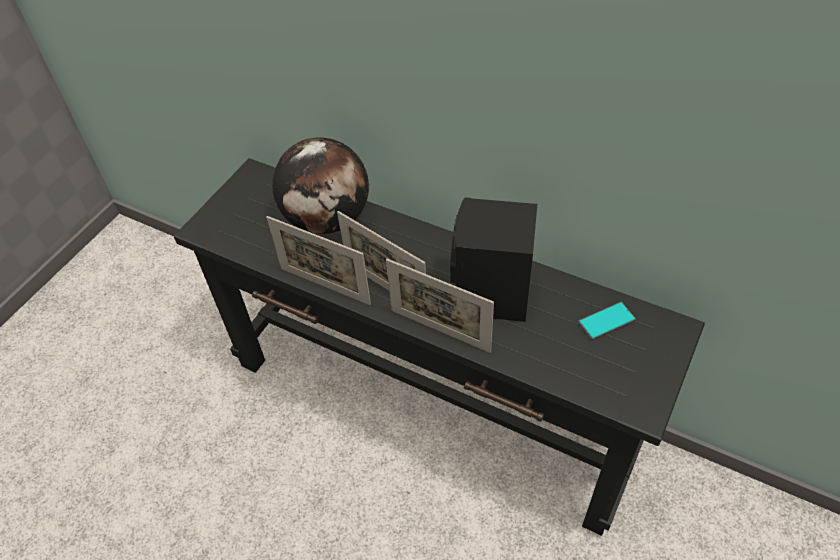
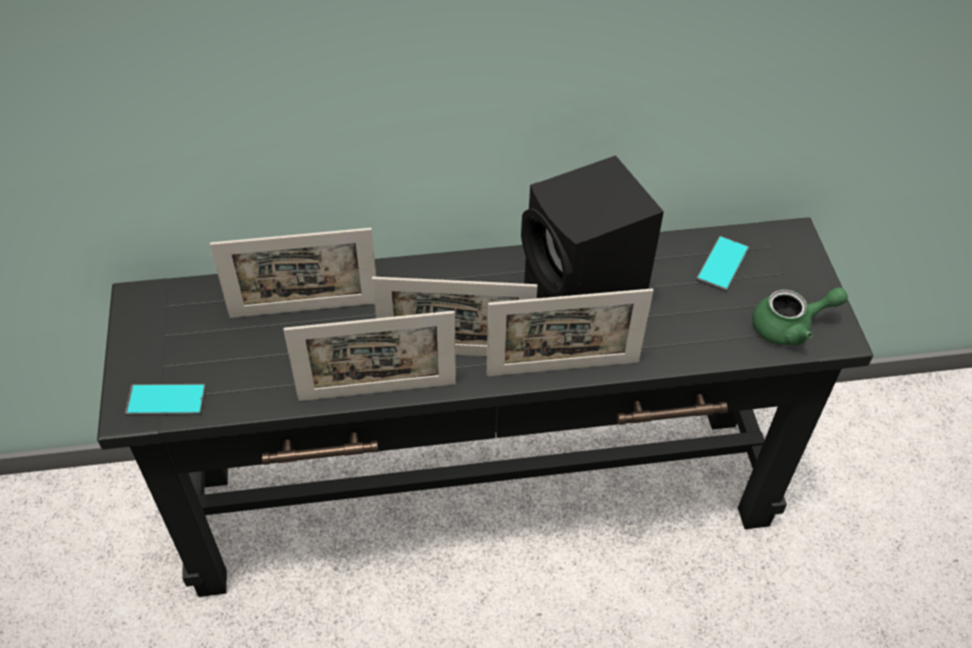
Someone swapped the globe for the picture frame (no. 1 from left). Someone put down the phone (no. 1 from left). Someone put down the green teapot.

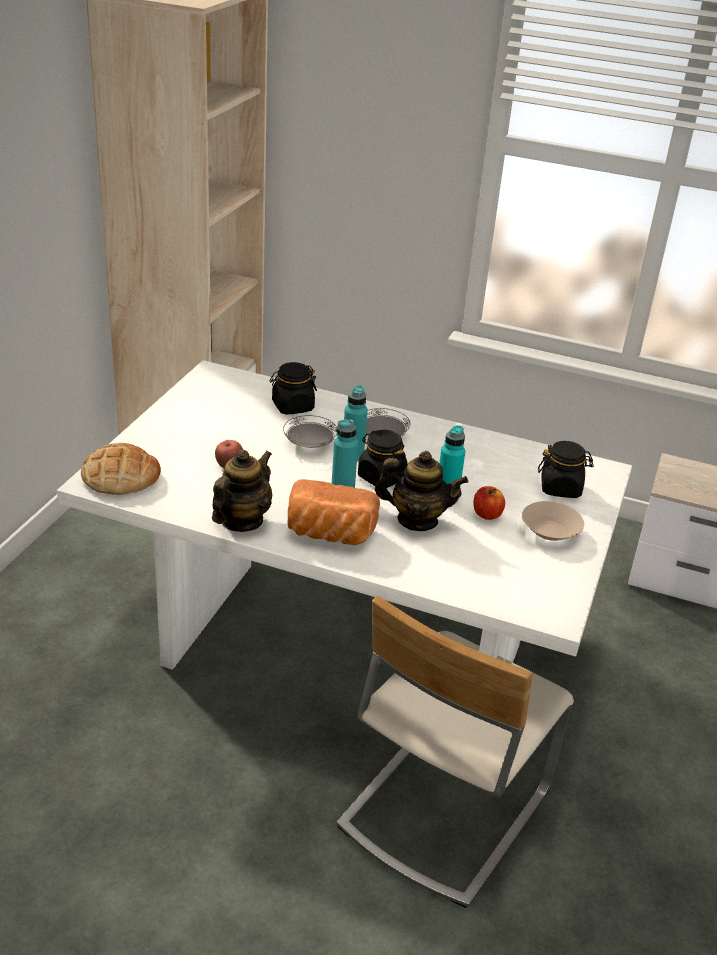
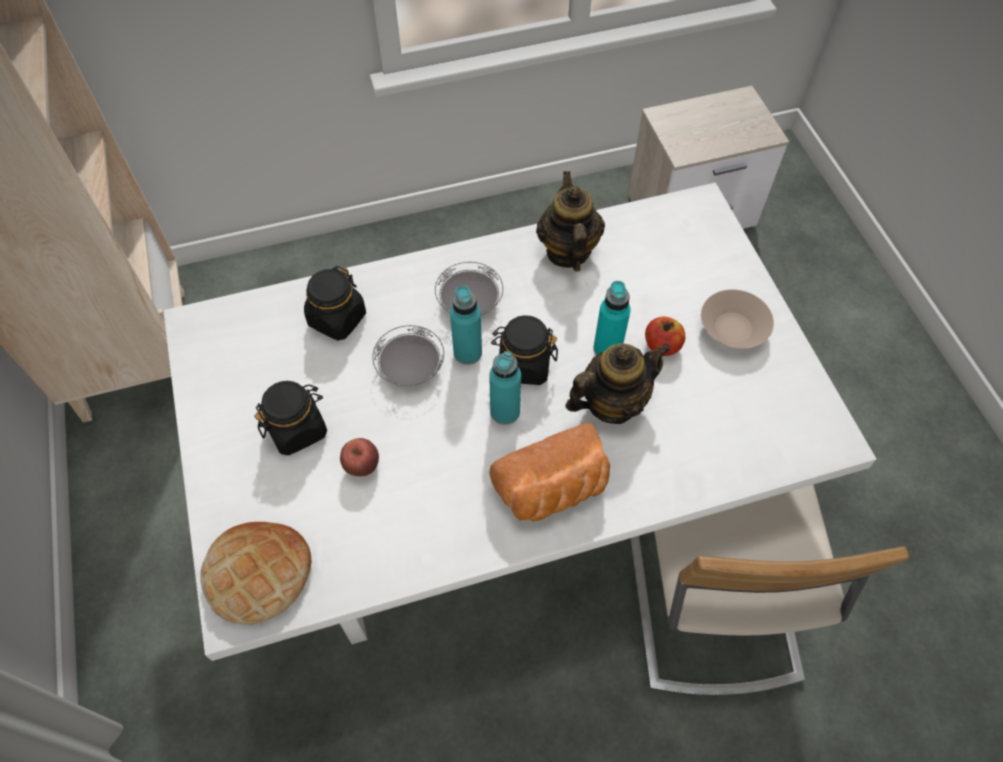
Someone carried the teapot (no. 1 from left). Someone carried the black jar (no. 3 from left in the first image).

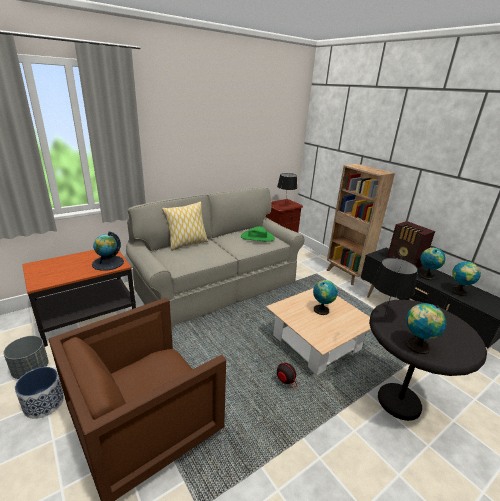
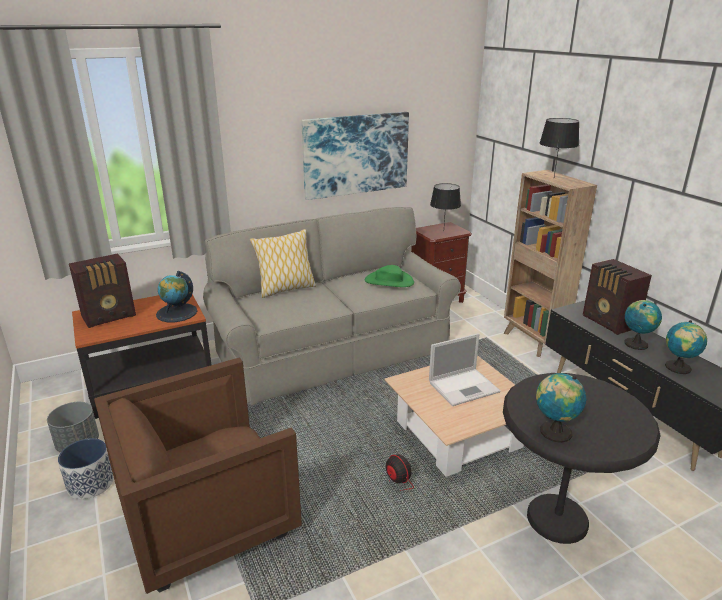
Someone swapped the globe (no. 2 from left) for the laptop. Someone carried the black table lamp (no. 2 from left). Someone put down the radio (no. 1 from left). Someone put up the picture.

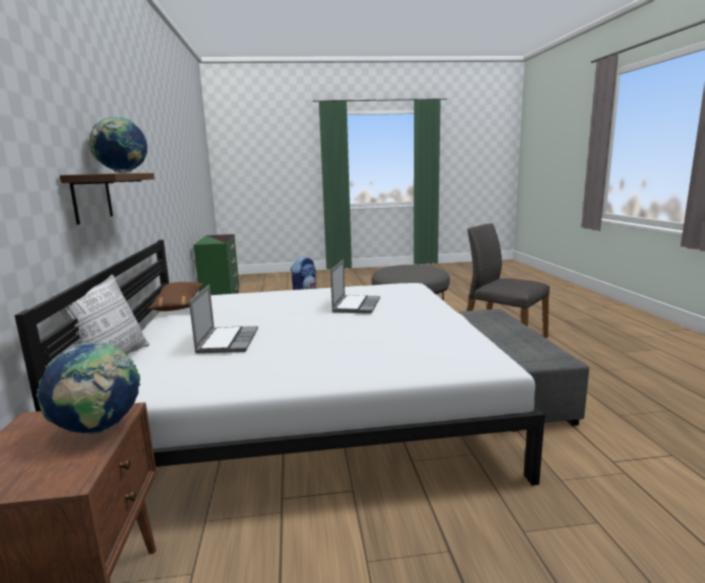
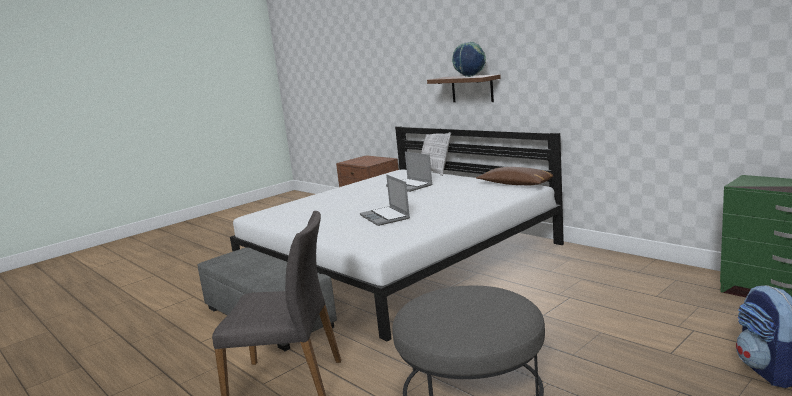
Someone took away the globe (no. 1 from left).

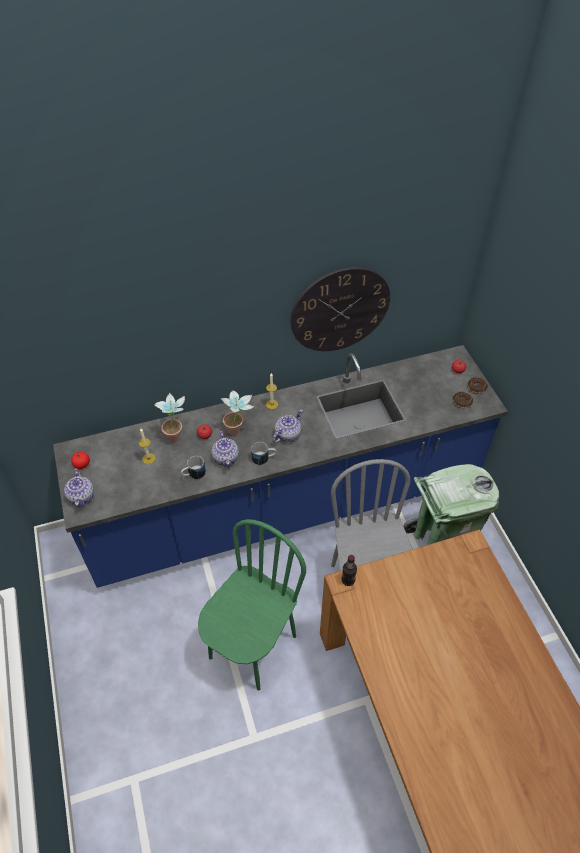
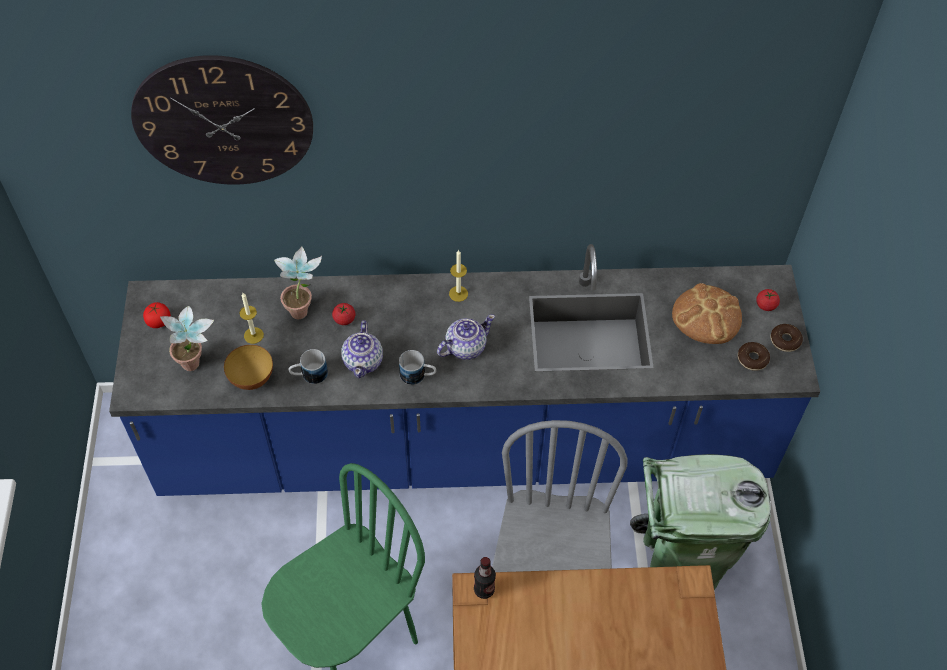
Someone took away the teapot (no. 1 from left). Someone carried the potted plant (no. 2 from left in the first image). Someone carried the wall clock. Someone put down the bowl. Someone put down the bread.

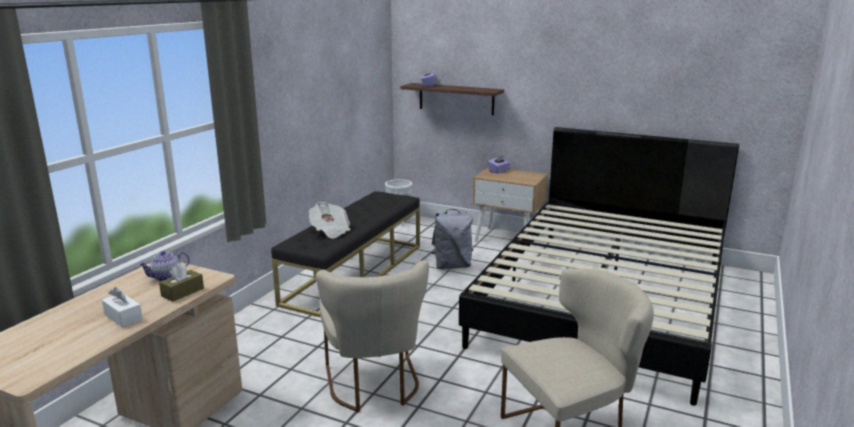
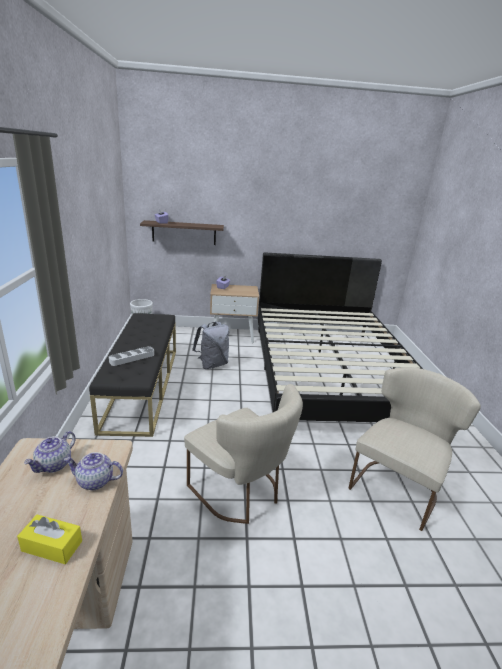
Someone repainted the white tissue box, which became the yellow tissue box. Someone swapped the brown tissue box for the teapot (no. 2 from left). Someone swapped the newspaper for the grey tray.

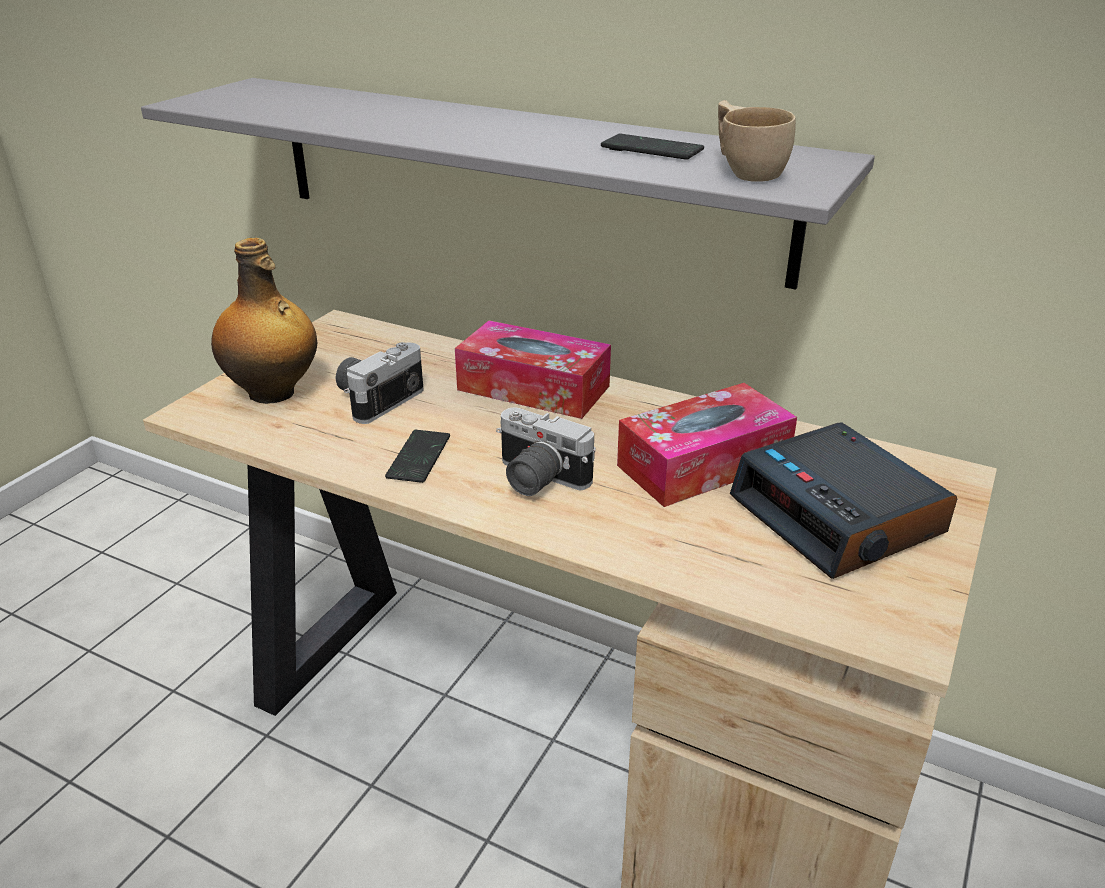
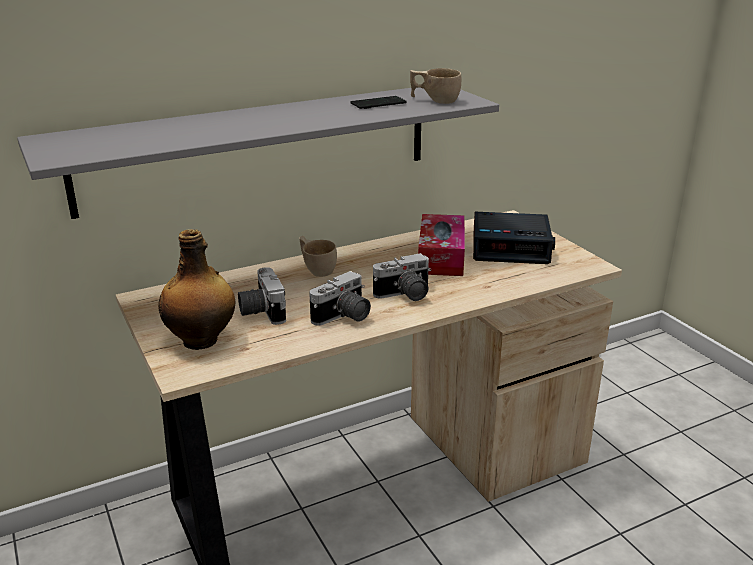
Someone swapped the phone (no. 1 from left) for the photo camera (no. 2 from left). Someone swapped the tissue box (no. 1 from left) for the beige cup (no. 1 from left).

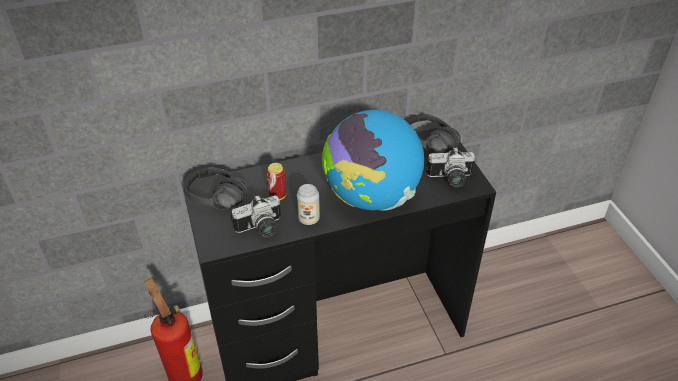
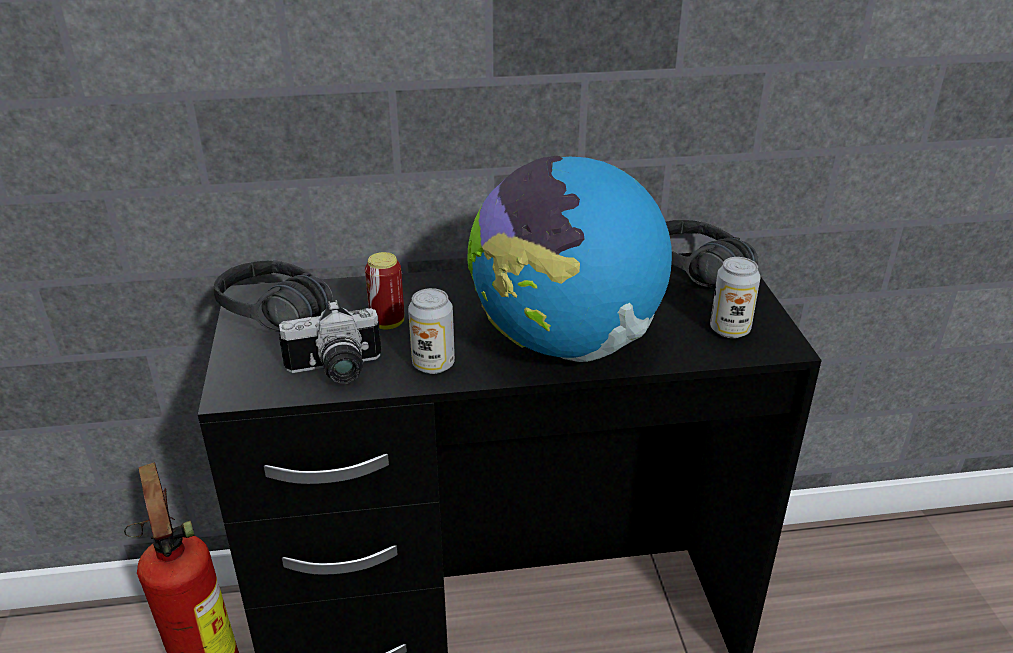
Someone swapped the photo camera (no. 2 from left) for the can (no. 3 from left).

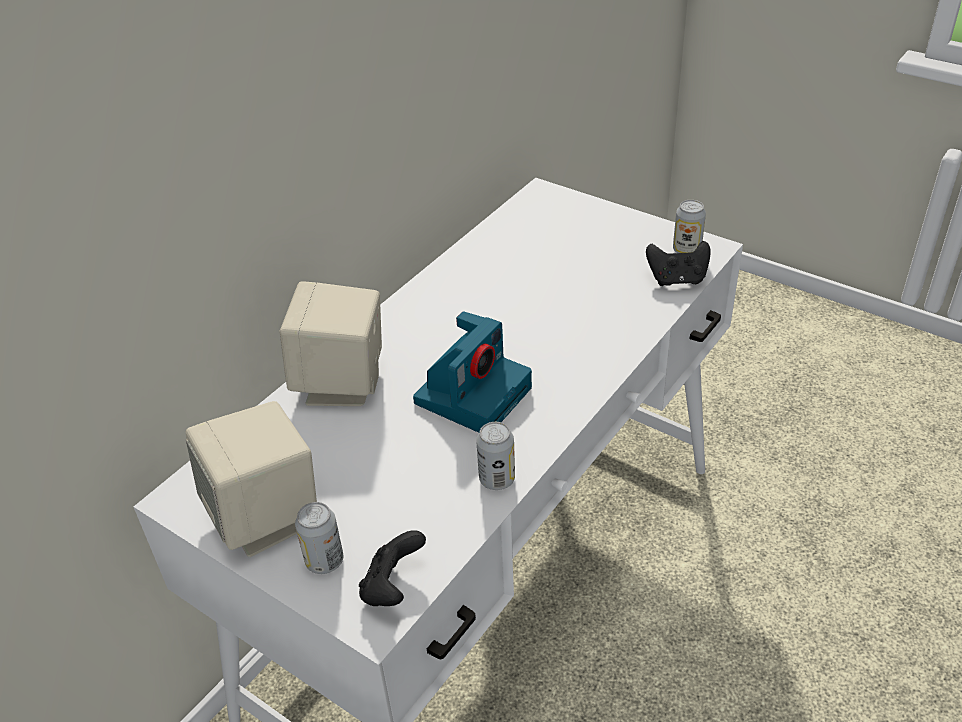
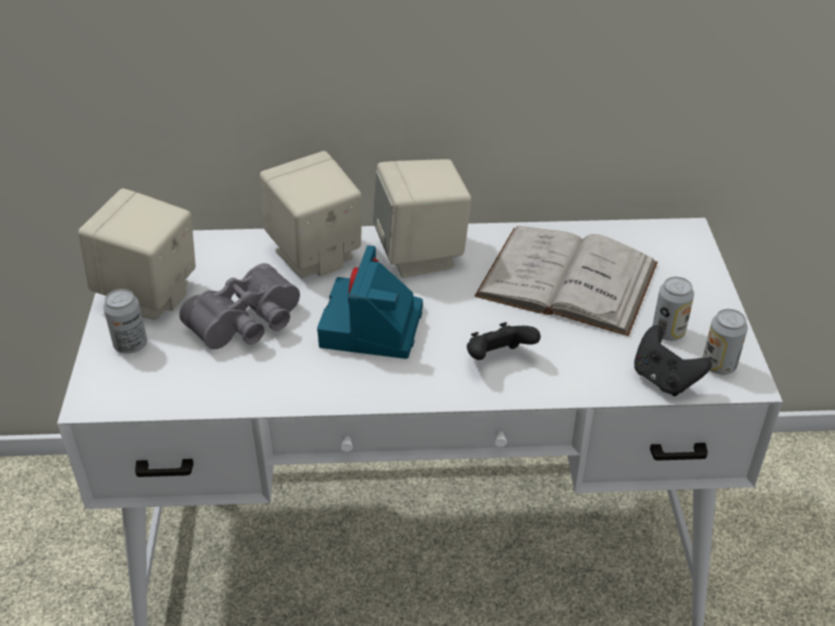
Someone carried the black game controller (no. 1 from left). Someone rotated the photo camera by 105 degrees clockwise. Someone carried the can (no. 2 from left). Someone put down the grey binoculars. Someone put down the beige speaker (no. 3 from left). Someone put down the white book.

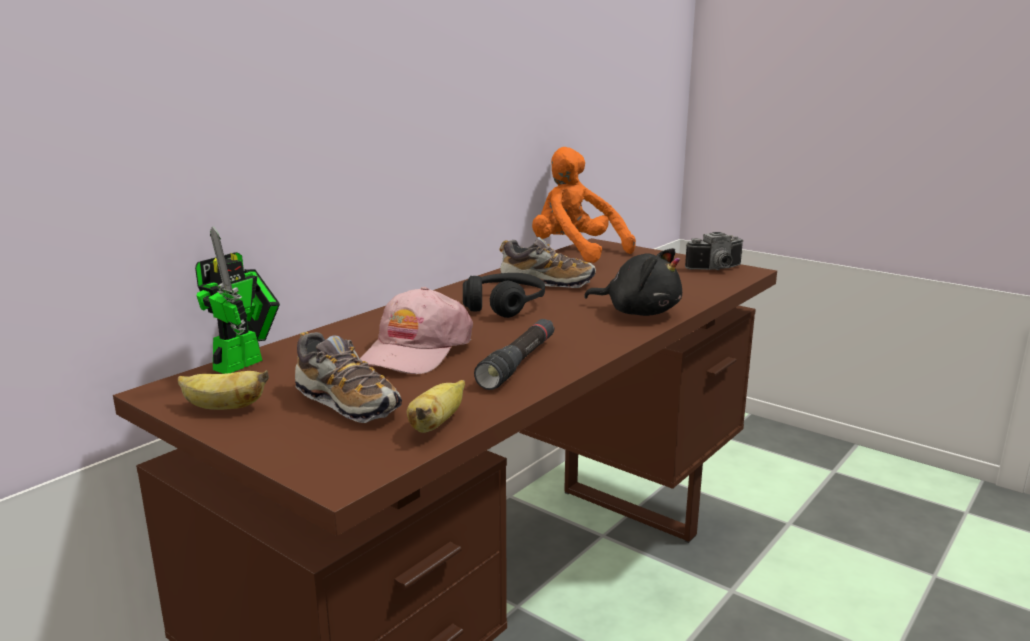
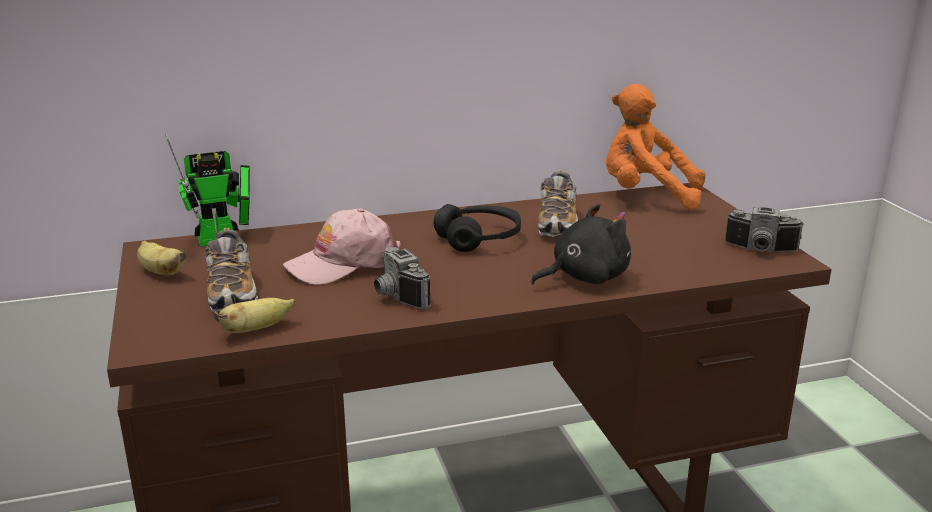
Someone swapped the black flashlight for the photo camera (no. 1 from left). Someone rotated the shoe (no. 2 from left) by 45 degrees clockwise. Someone rotated the orange plush toy by 60 degrees counterclockwise. Someone rotated the black plush toy by 90 degrees counterclockwise.

